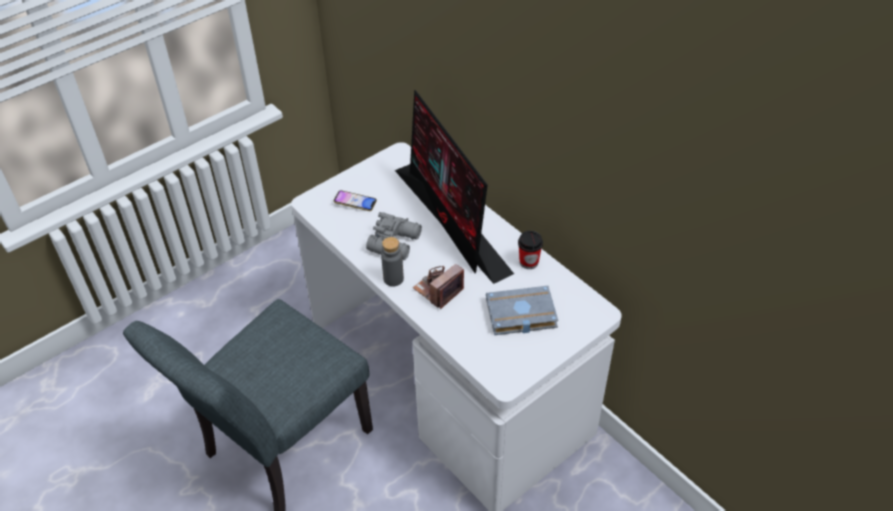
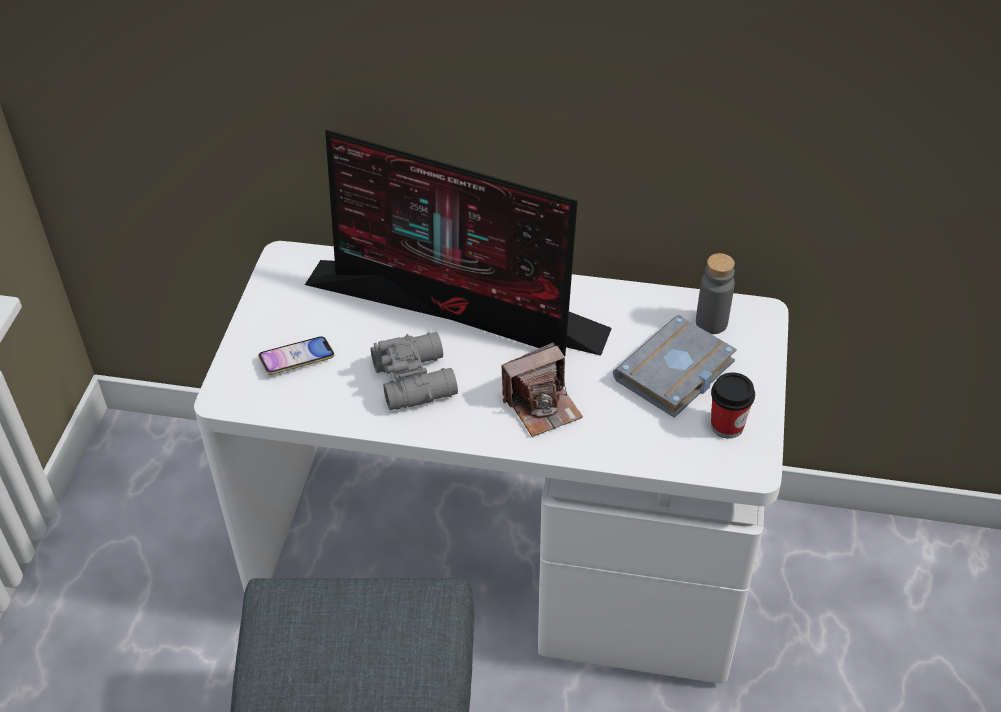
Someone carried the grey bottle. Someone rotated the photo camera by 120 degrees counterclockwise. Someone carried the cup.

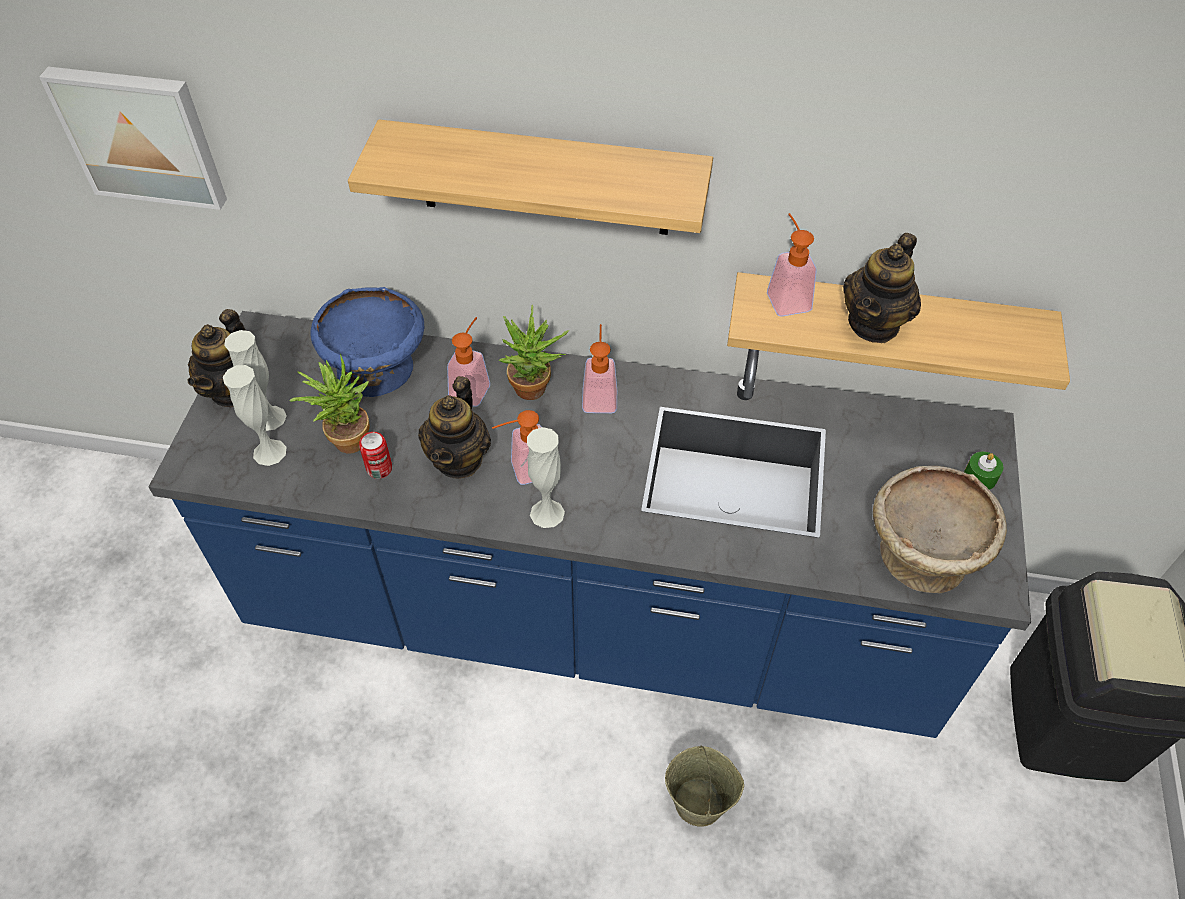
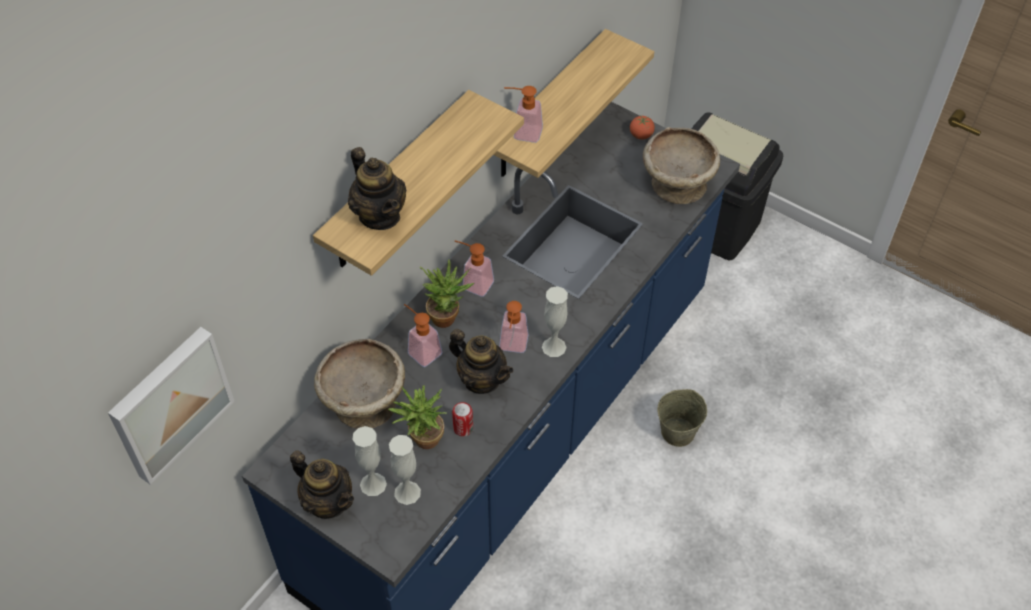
Someone repainted the blue bowl, which became the beige bowl (no. 1 from left). Someone carried the teapot (no. 3 from left in the first image). Someone swapped the green candle for the tomato.

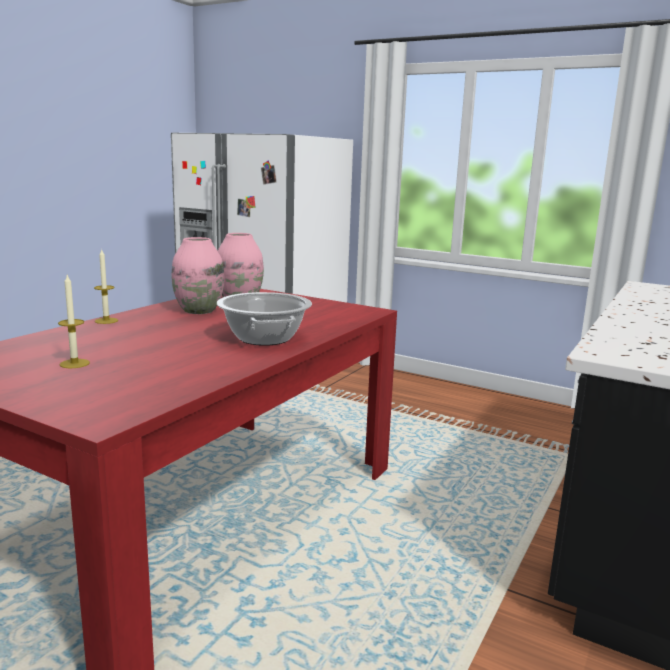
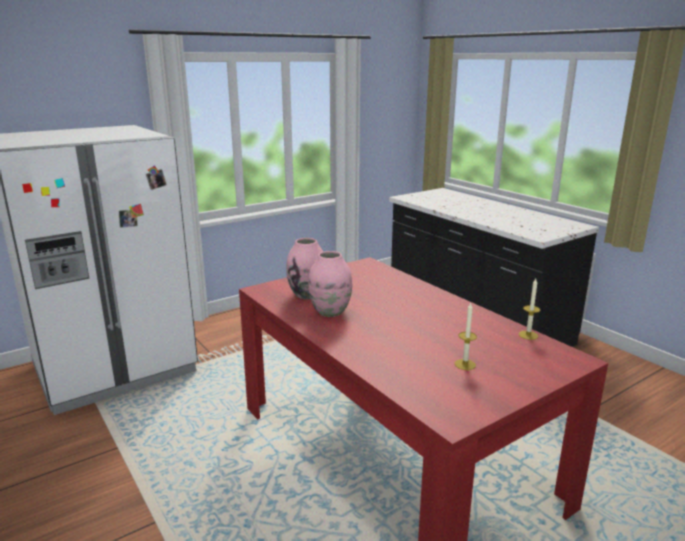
Someone carried the candle (no. 2 from left). Someone took away the cooking pot.

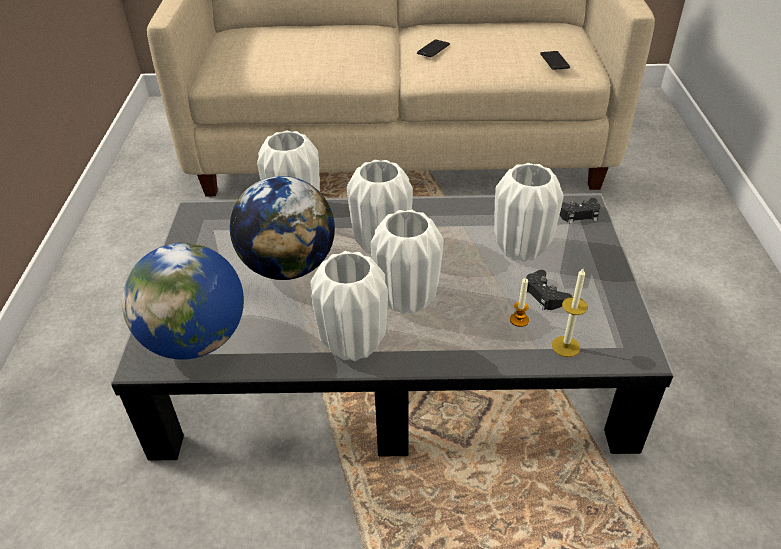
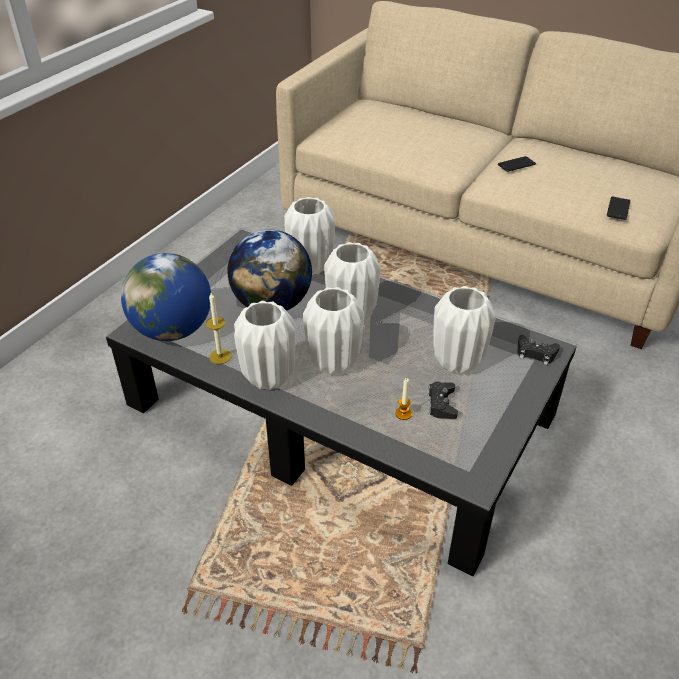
Someone carried the candle (no. 2 from left in the first image).

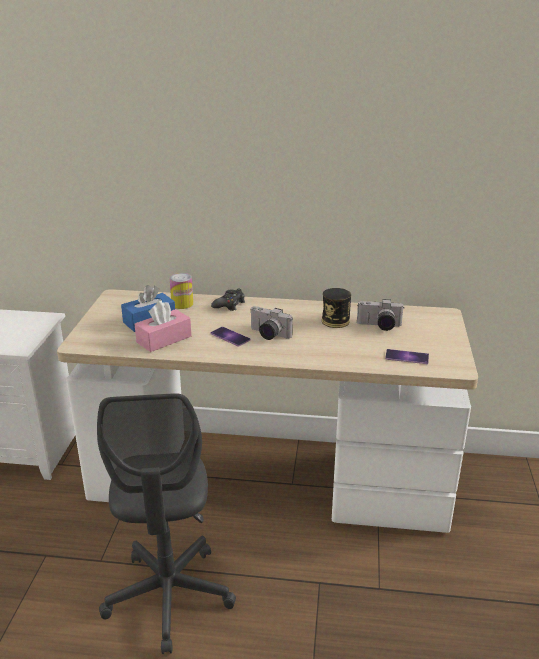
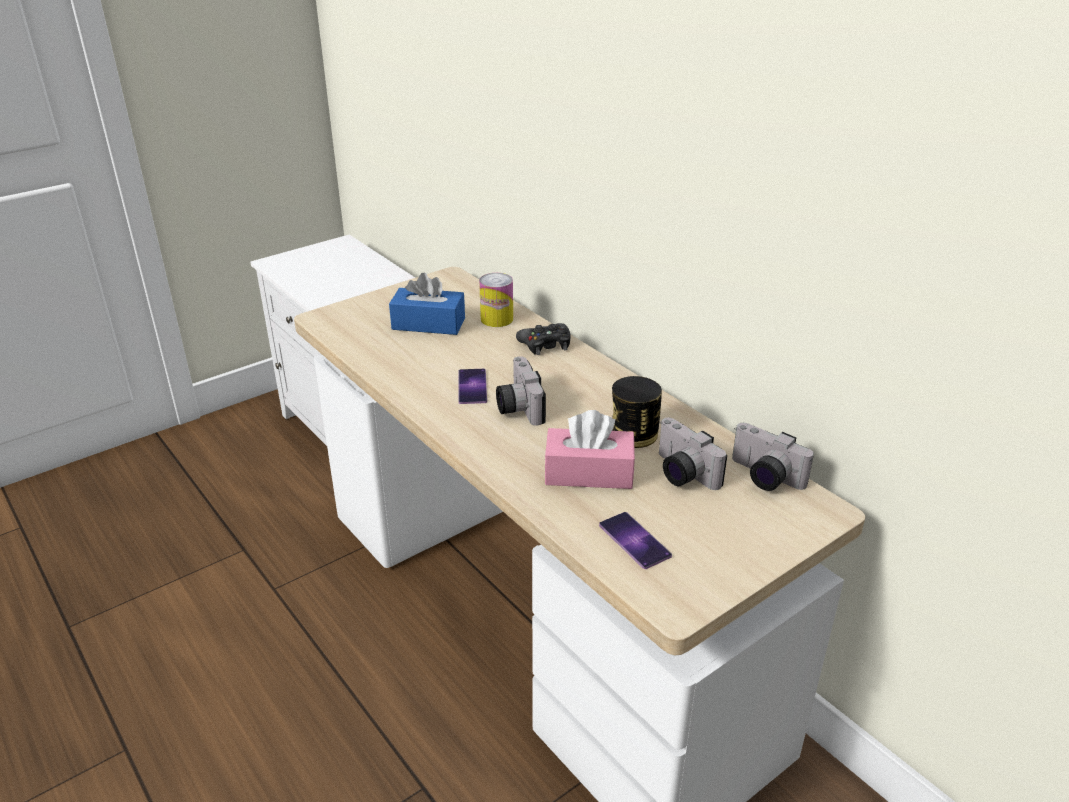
Someone took away the grey office chair. Someone carried the pink tissue box. Someone put down the photo camera (no. 3 from left).

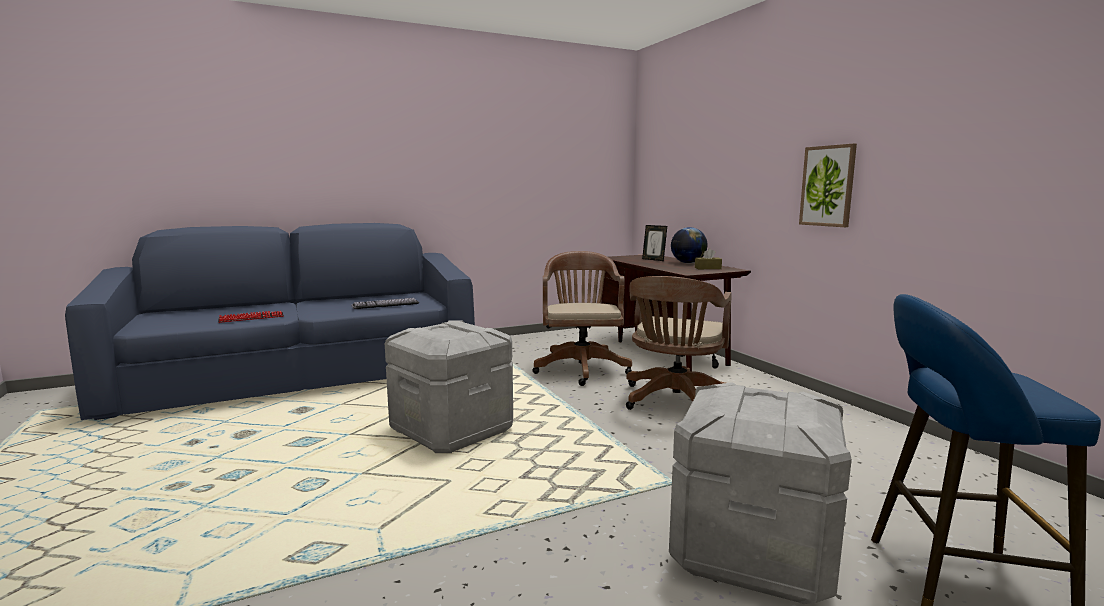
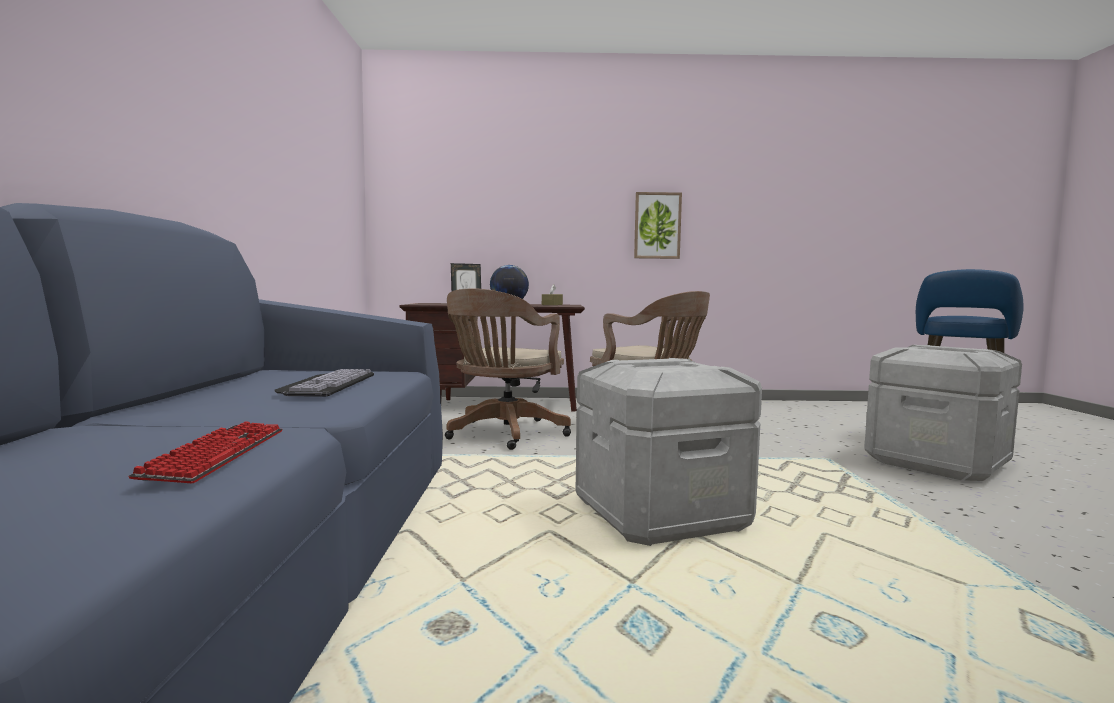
Someone rotated the brown office chair (no. 1 from left) by 90 degrees counterclockwise.

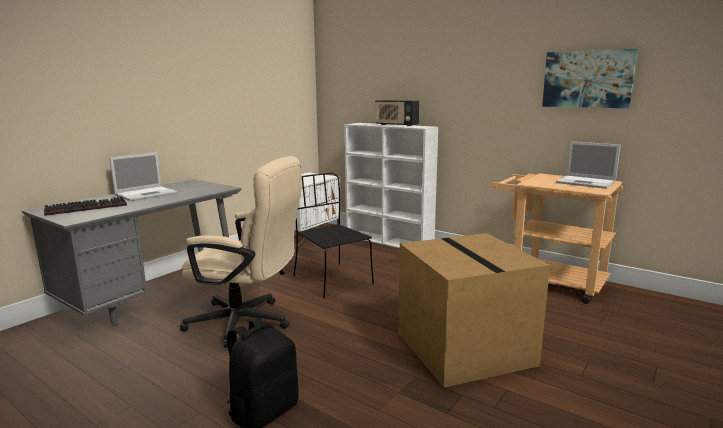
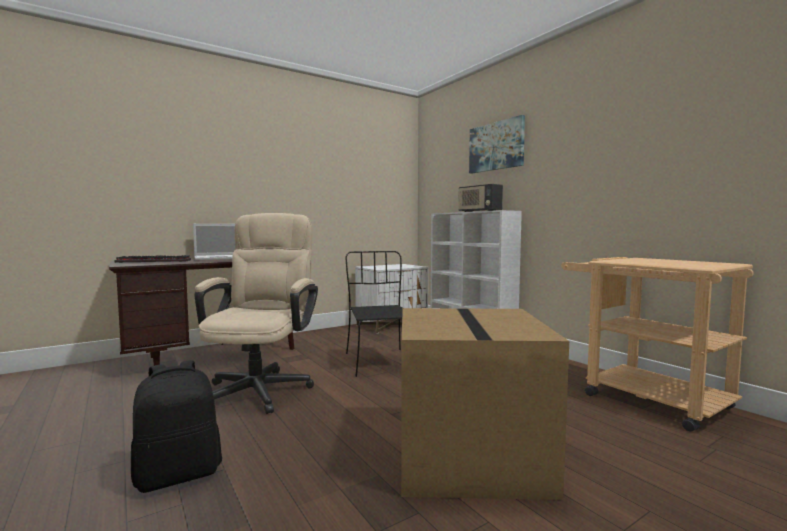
Someone repainted the grey desk, which became the brown desk. Someone rotated the beige office chair by 120 degrees counterclockwise. Someone carried the picture. Someone took away the laptop (no. 2 from left).

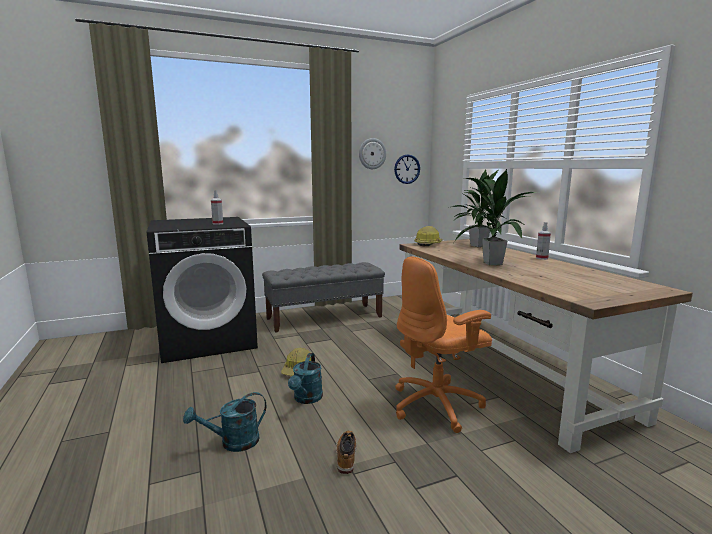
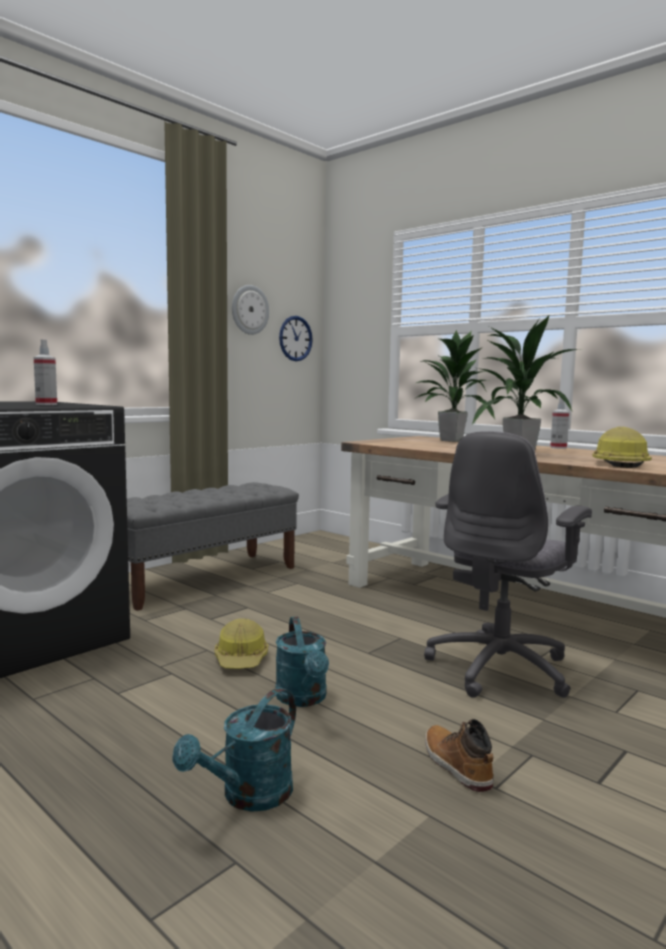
Someone repainted the orange office chair, which became the grey office chair. Someone carried the hard hat (no. 2 from left).

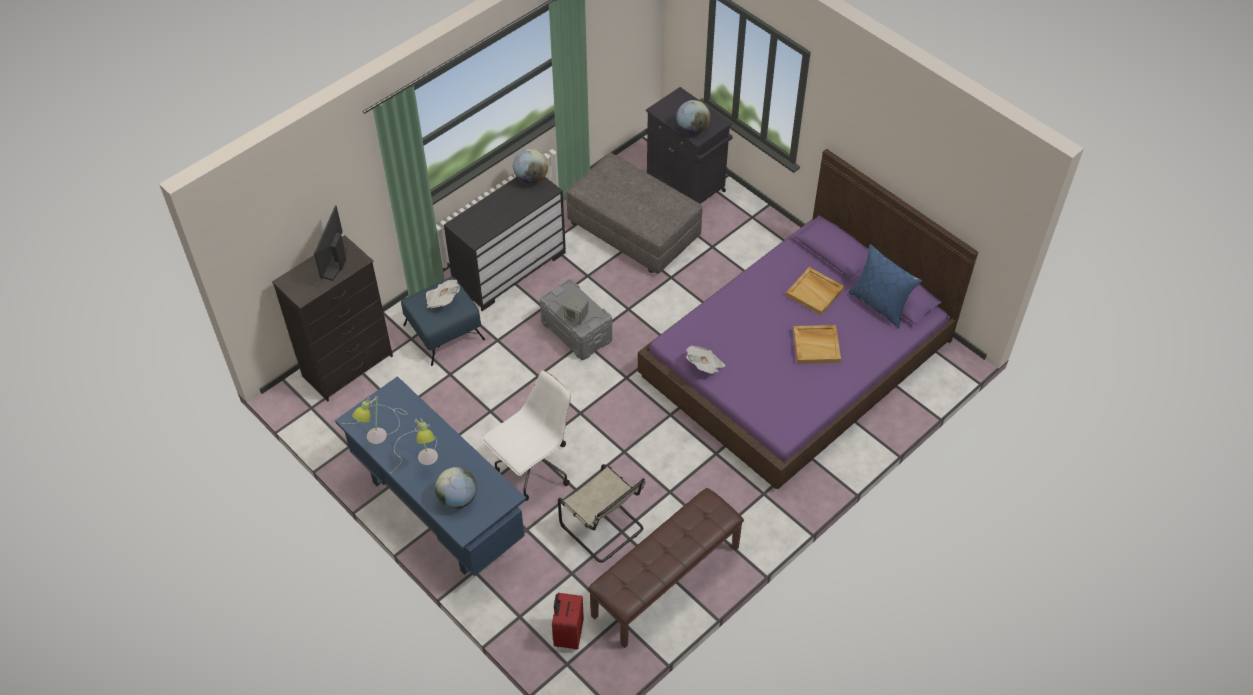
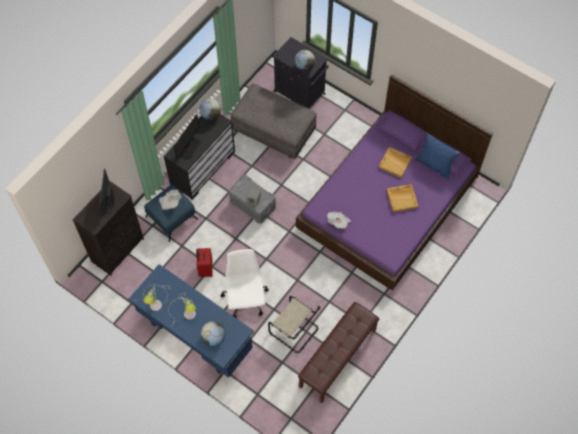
Someone rotated the white office chair by 45 degrees counterclockwise. Someone carried the red suitcase. Someone put down the monitor (no. 2 from left).

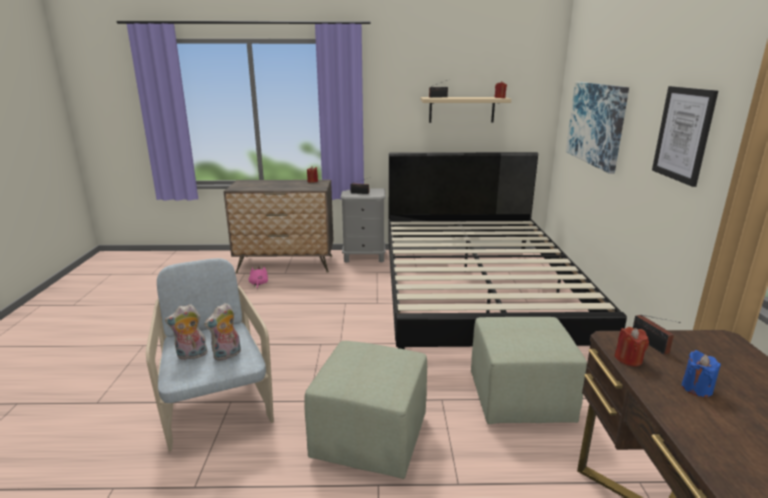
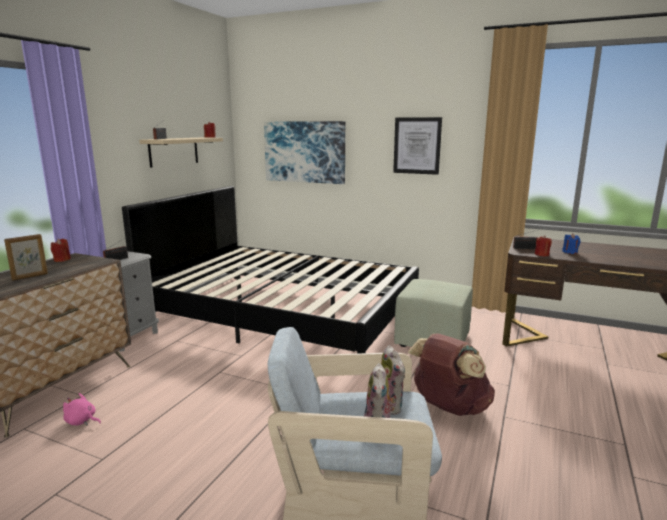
Someone swapped the green ottoman (no. 1 from left) for the brown backpack. Someone put down the picture frame.

